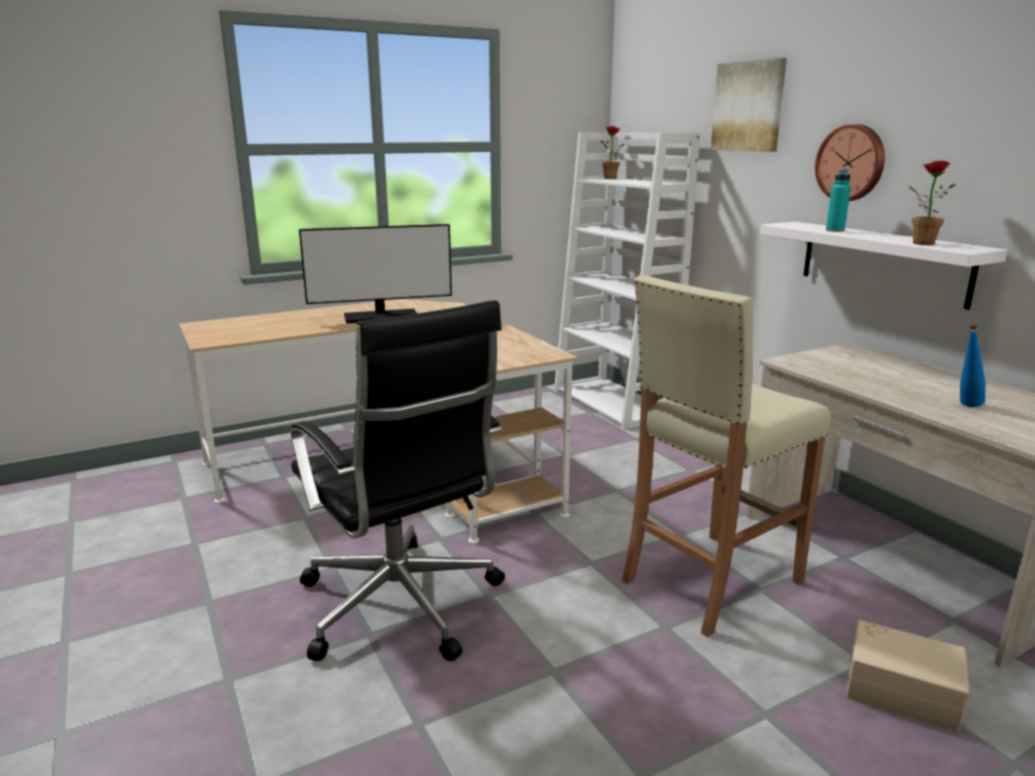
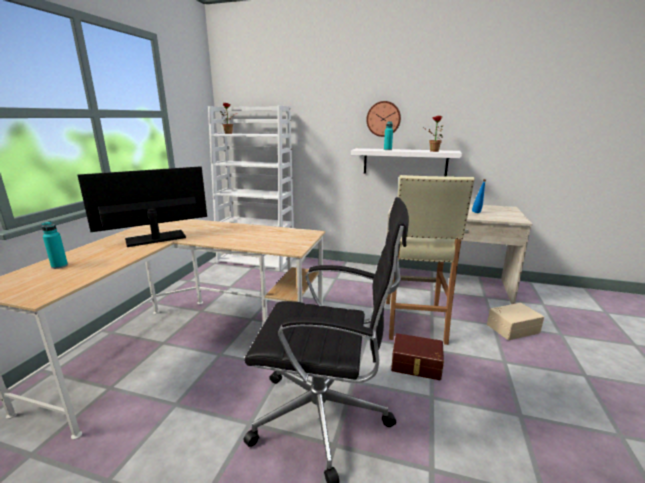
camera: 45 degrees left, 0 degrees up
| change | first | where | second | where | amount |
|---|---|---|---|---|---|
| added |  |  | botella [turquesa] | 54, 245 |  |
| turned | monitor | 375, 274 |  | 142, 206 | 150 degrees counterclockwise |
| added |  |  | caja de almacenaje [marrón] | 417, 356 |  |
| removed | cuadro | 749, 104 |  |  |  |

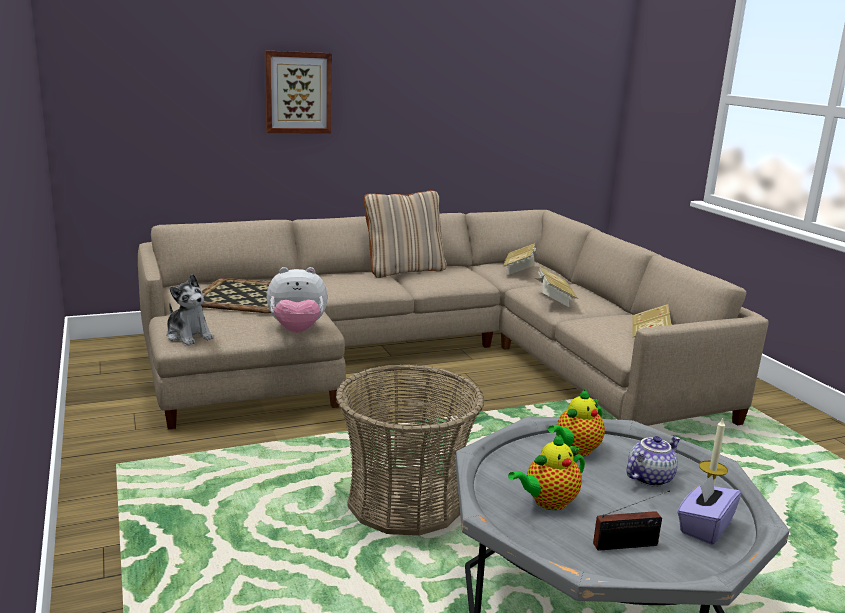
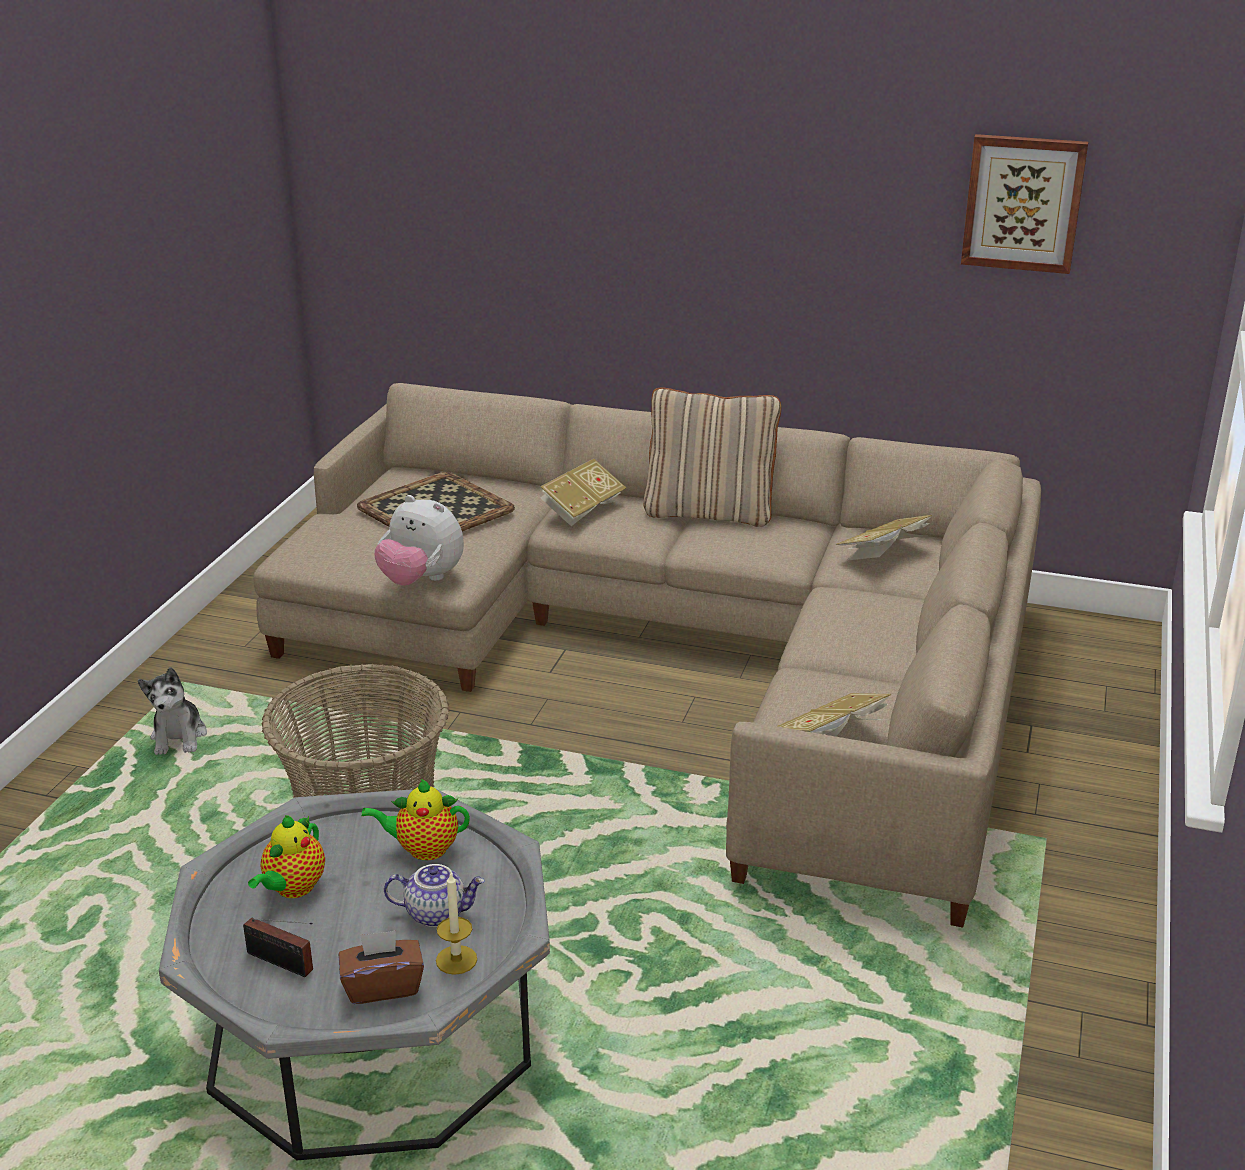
camera: 40 degrees right, 10 degrees up
| change | first | where | second | where | amount |
|---|---|---|---|---|---|
| moved | peluche | 190, 310 |  | 172, 711 |  |
| turned | tetera | 546, 472 |  | 286, 856 | 75 degrees counterclockwise |
| recoloured | caja de pañuelos [morado] | 709, 510 | caja de pañuelos [marrón] | 381, 967 |  |
| moved | libro | 556, 286 |  | 583, 492 |  |
| moved | cuadro | 298, 91 |  | 1024, 204 |  |

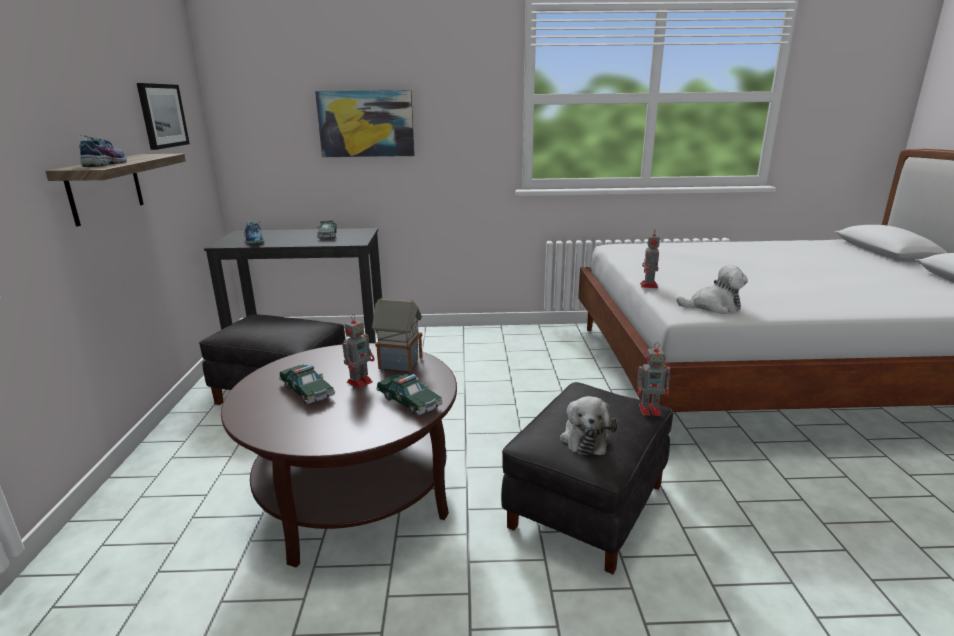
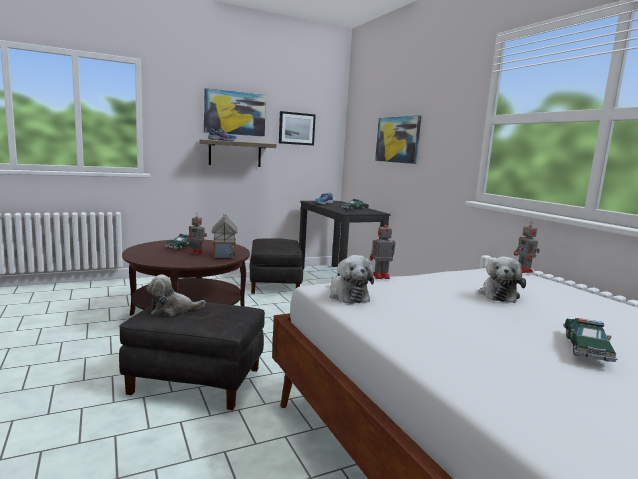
camera: 65 degrees right, 10 degrees down
| change | first | where | second | where | amount |
|---|---|---|---|---|---|
| added |  |  | cuadro | 235, 112 |  |
| added |  |  | peluche | 502, 279 |  |
| moved | robot de juguete | 653, 379 |  | 527, 247 |  |
| moved | coche de juguete | 409, 394 |  | 590, 340 |  |

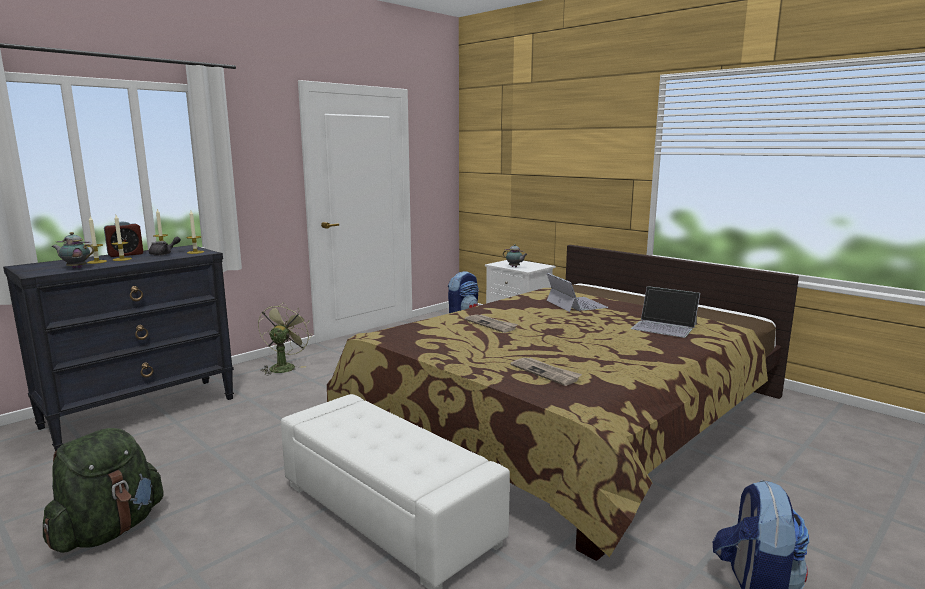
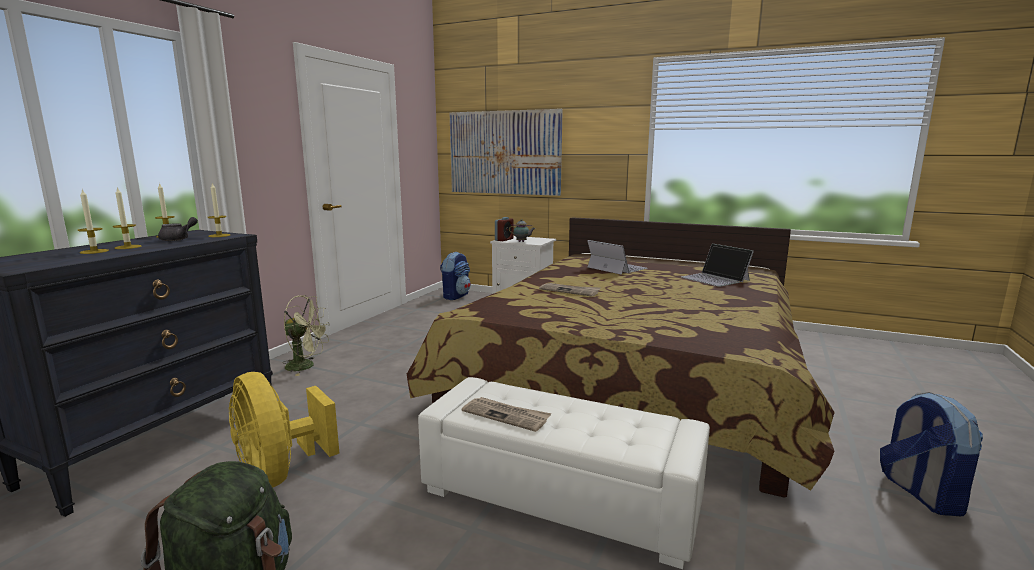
camera: 20 degrees left, 0 degrees up
| change | first | where | second | where | amount |
|---|---|---|---|---|---|
| added |  |  | ventilador [amarillo] | 284, 430 |  |
| turned | ventilador [verde] | 285, 338 |  | 306, 335 | 105 degrees clockwise |
| added |  |  | cuadro | 506, 152 |  |
| moved | periódico | 546, 372 |  | 506, 414 |  |
| moved | despertador | 123, 239 |  | 504, 229 |  |
| turned | portátil | 665, 312 |  | 717, 265 | 45 degrees clockwise |
| removed | tetera | 73, 250 |  |  |  |

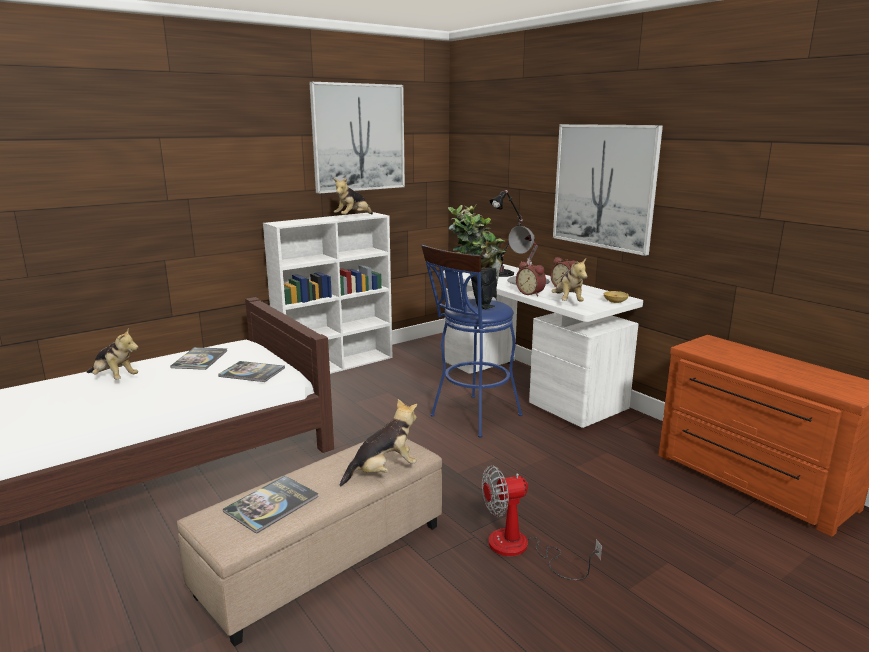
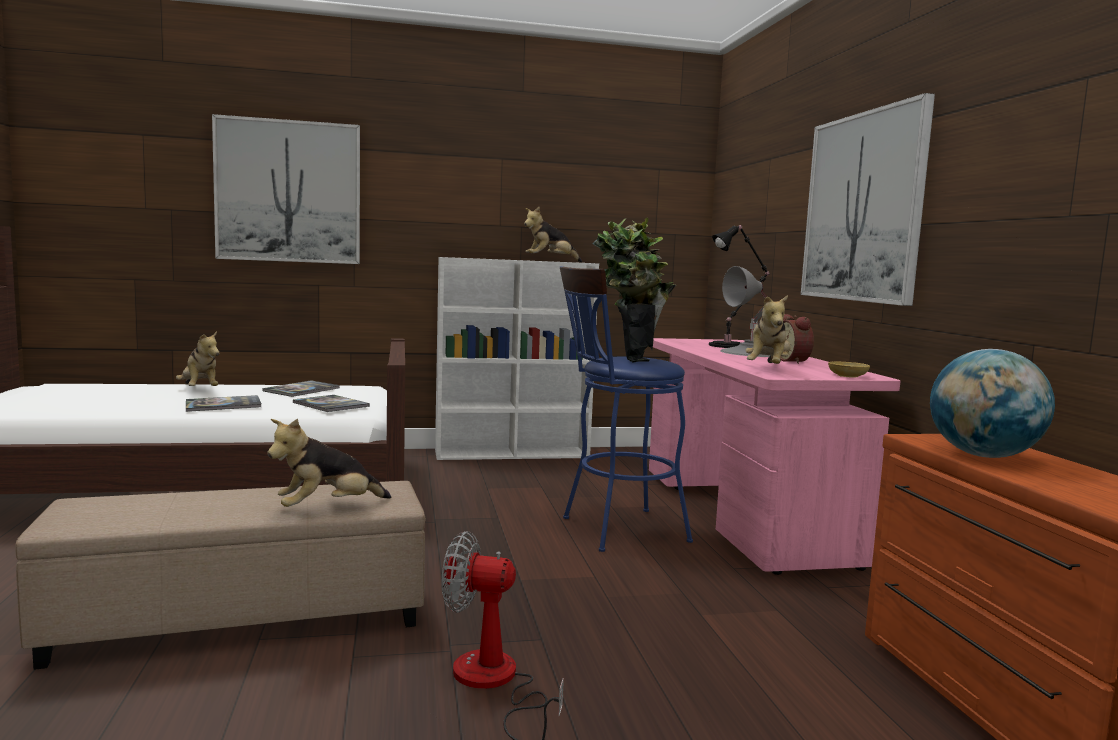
camera: 25 degrees right, 10 degrees down
| change | first | where | second | where | amount |
|---|---|---|---|---|---|
| moved | libro | 271, 504 |  | 223, 403 |  |
| moved | cuadro | 357, 138 |  | 286, 189 |  |
| turned | peluche | 378, 442 |  | 329, 463 | 150 degrees clockwise |
| recoloured | escritorio [blanco] | 543, 346 | escritorio [rosa] | 774, 456 |  |
| added |  |  | globo terráqueo | 992, 403 |  |
| removed | despertador | 531, 279 |  |  |  |

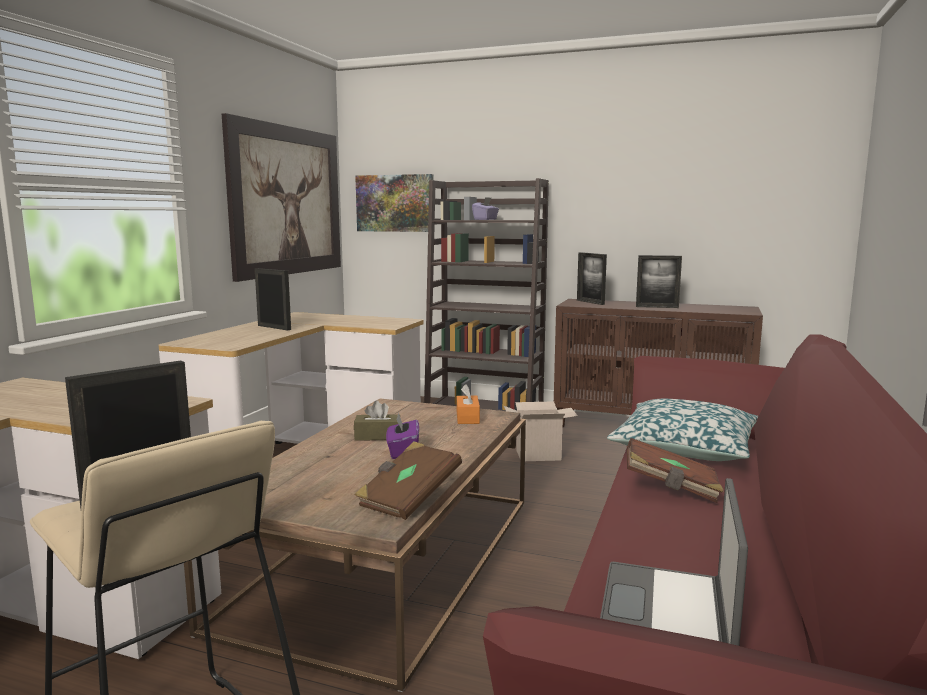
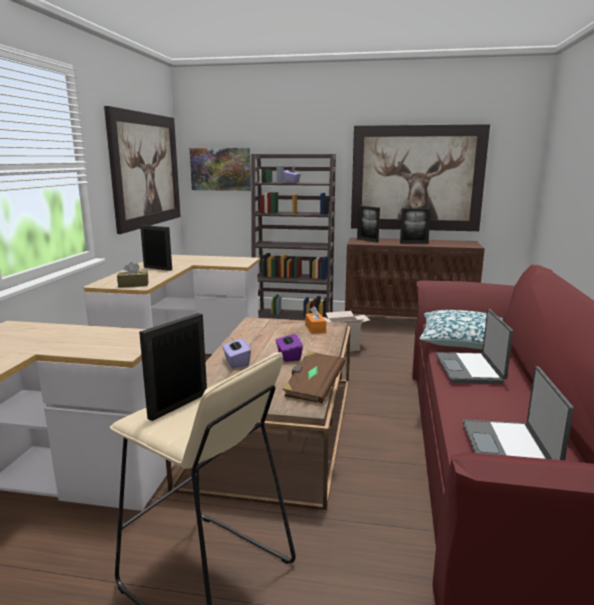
camera: 10 degrees left, 5 degrees up
| change | first | where | second | where | amount |
|---|---|---|---|---|---|
| moved | caja de pañuelos [marrón] | 377, 420 |  | 133, 275 |  |
| added |  |  | caja de pañuelos [morado] | 236, 353 |  |
| added |  |  | cuadro | 420, 177 |  |
| replaced | libro [marrón] | 675, 470 | portátil | 474, 346 |  |

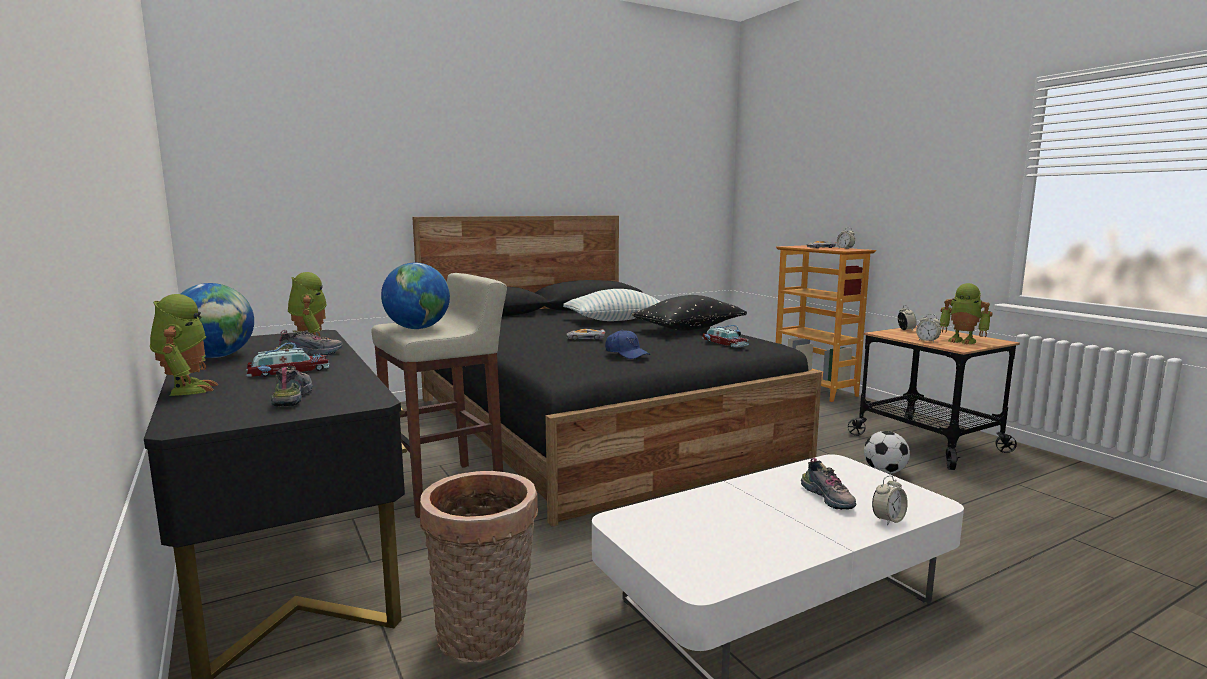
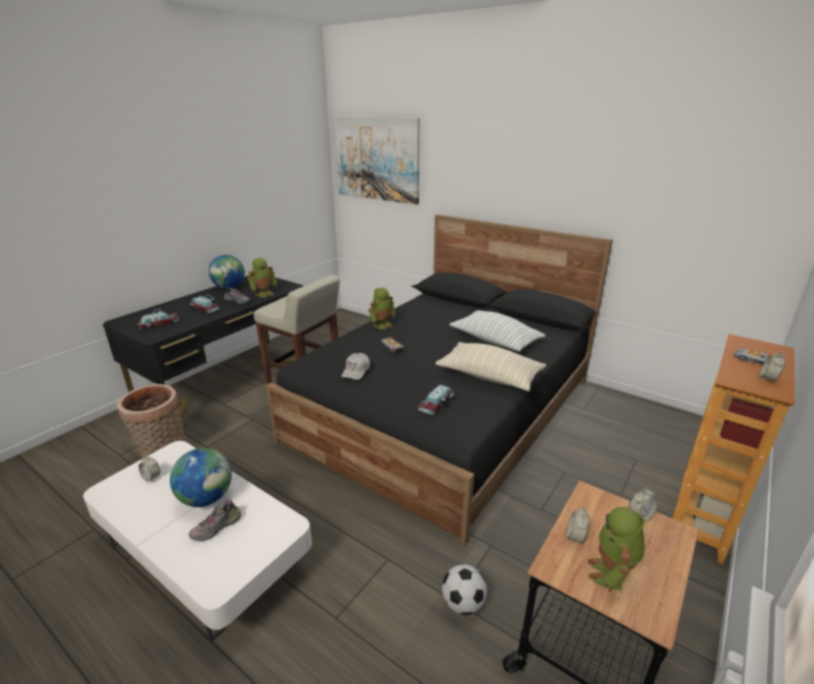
camera: 65 degrees right, 15 degrees up
| change | first | where | second | where | amount |
|---|---|---|---|---|---|
| replaced | zapato | 292, 386 | coche de juguete | 159, 319 |  |
| moved | despertador | 890, 500 |  | 149, 468 |  |
| moved | globo terráqueo | 415, 296 |  | 201, 477 |  |
| added |  |  | cuadro | 377, 160 |  |
| recoloured | gorra [azul] | 627, 344 | gorra [blanco] | 355, 366 |  |
| moved | robot de juguete | 184, 345 |  | 382, 308 |  |
| recoloured | cojín [negro] | 689, 313 | cojín [beis] | 490, 366 |  |

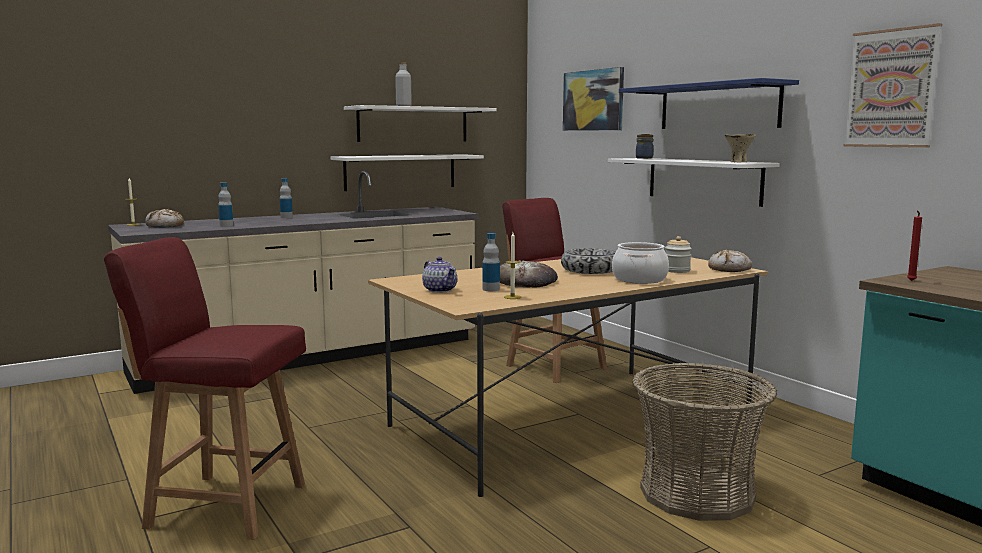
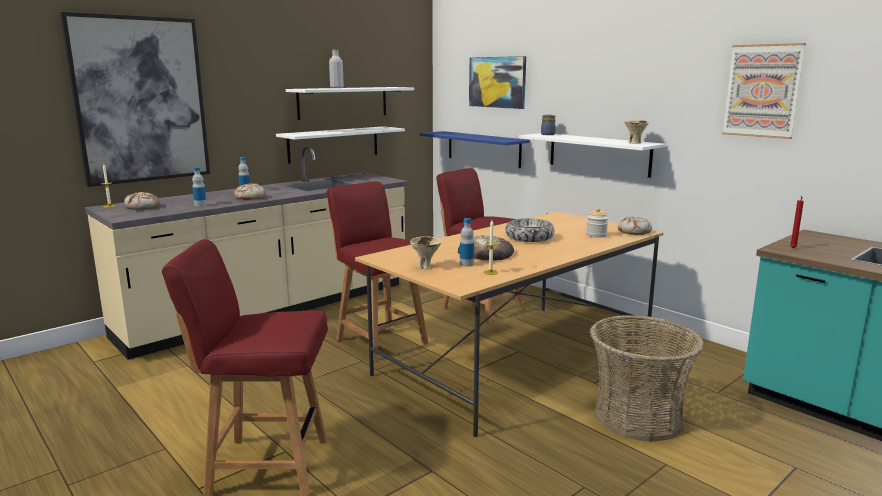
camera: 10 degrees left, 5 degrees up
| change | first | where | second | where | amount |
|---|---|---|---|---|---|
| added |  |  | cuadro | 135, 99 |  |
| added |  |  | pan | 249, 192 |  |
| added |  |  | silla [rojo] | 377, 272 |  |
| replaced | tetera | 439, 275 | cuenco [beis] | 425, 253 |  |
| moved | estante [azul] | 709, 103 |  | 474, 149 |  |
| removed | olla | 640, 263 |  |  |  |

